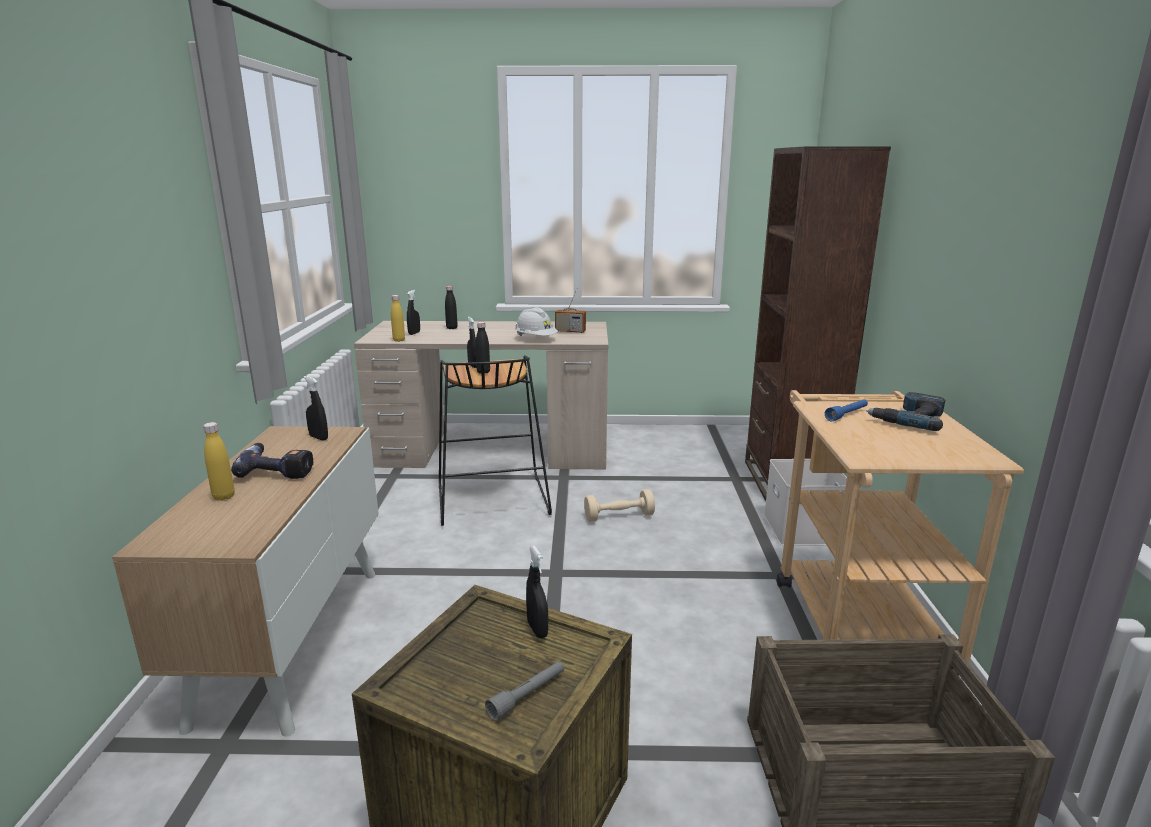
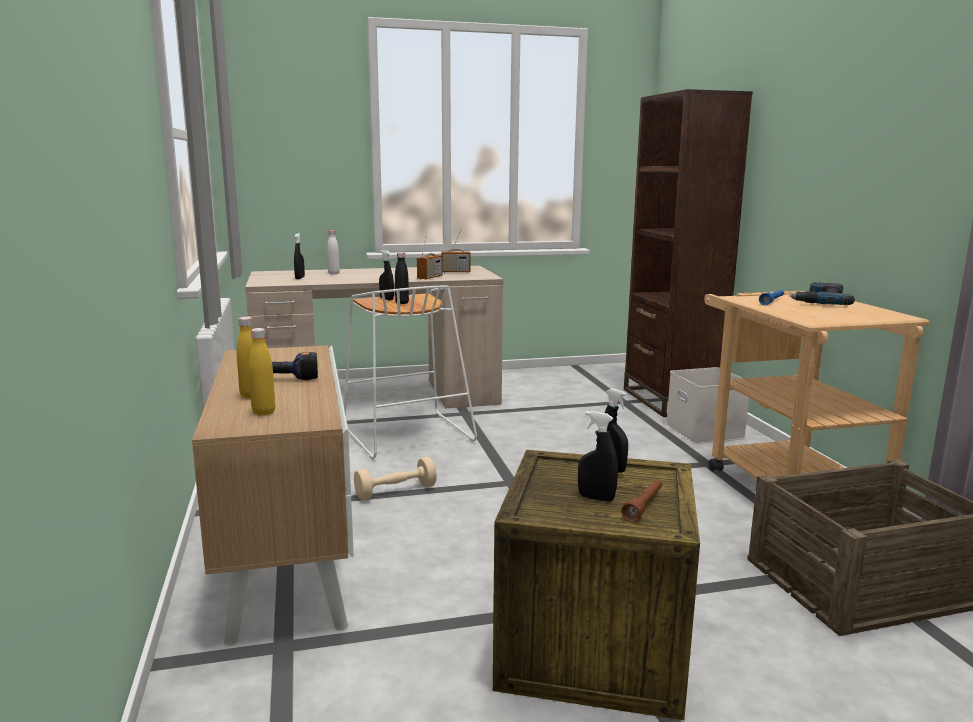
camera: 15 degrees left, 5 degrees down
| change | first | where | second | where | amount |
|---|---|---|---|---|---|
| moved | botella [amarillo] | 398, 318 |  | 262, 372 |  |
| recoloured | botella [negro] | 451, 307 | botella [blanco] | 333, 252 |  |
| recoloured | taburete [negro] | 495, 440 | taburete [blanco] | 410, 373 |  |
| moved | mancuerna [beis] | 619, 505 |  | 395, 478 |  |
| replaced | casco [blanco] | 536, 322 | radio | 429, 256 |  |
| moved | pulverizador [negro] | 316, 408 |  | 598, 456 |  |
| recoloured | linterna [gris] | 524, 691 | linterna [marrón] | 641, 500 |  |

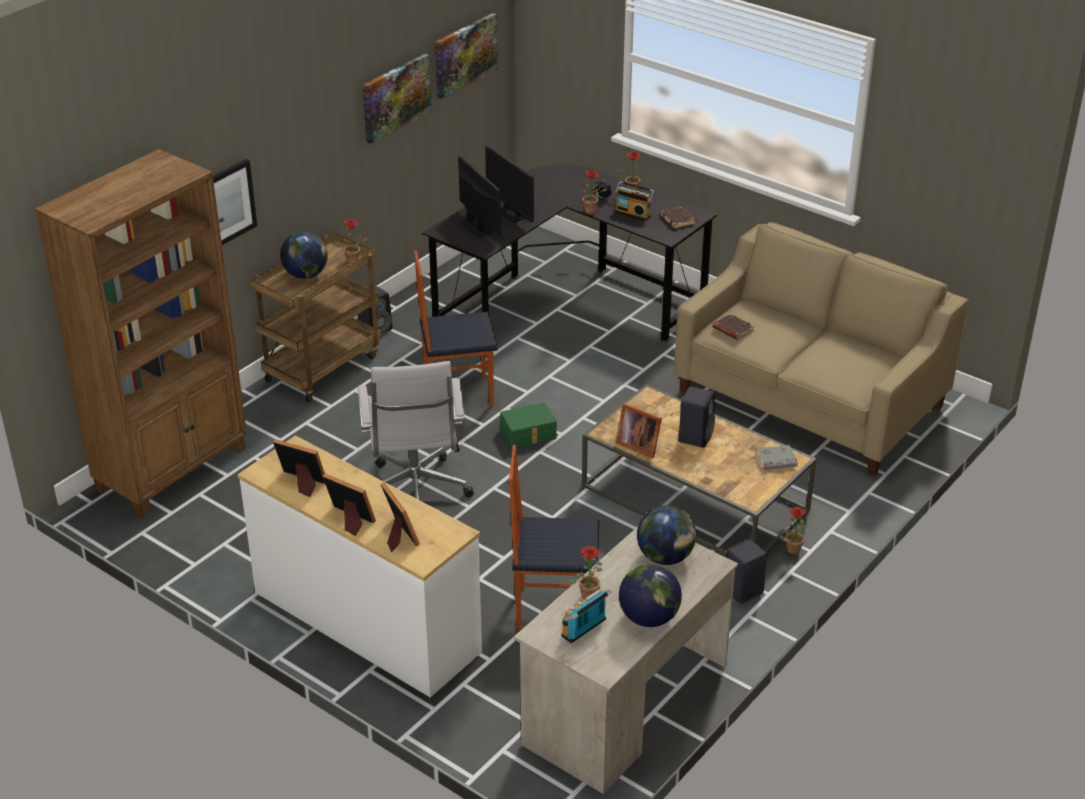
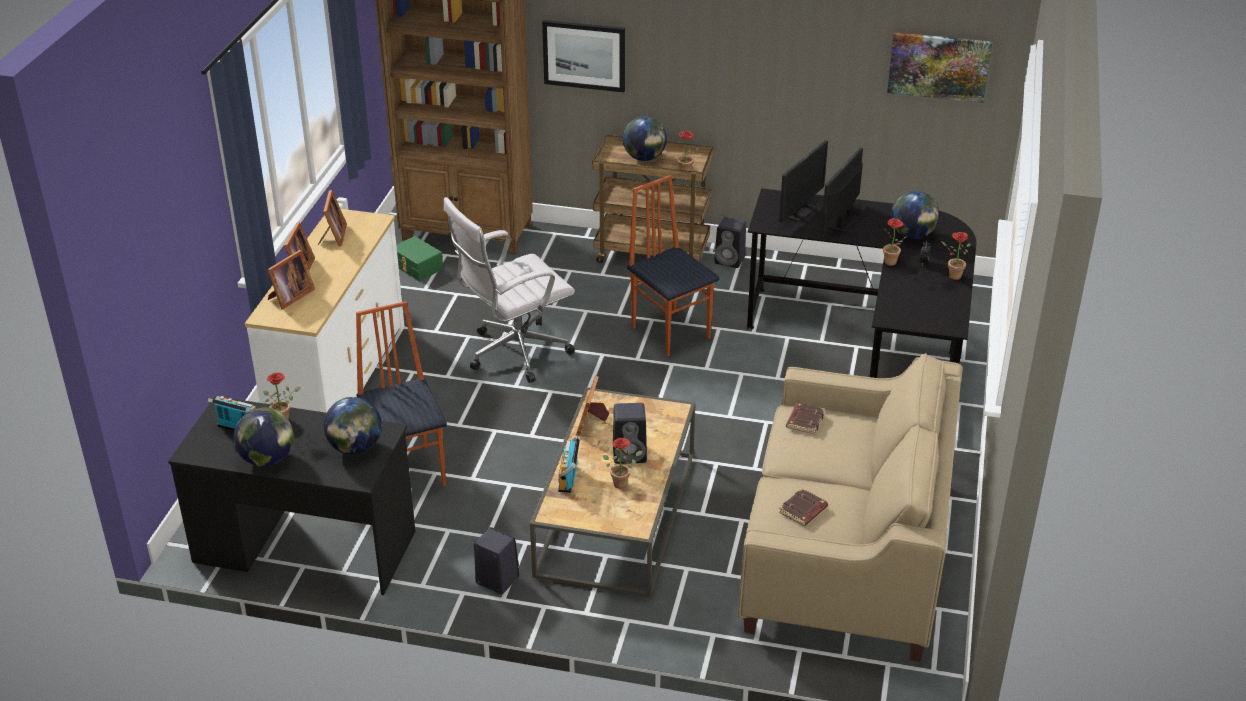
camera: 65 degrees right, 0 degrees up
| change | first | where | second | where | amount |
|---|---|---|---|---|---|
| recoloured | escritorio [beis] | 626, 660 | escritorio [negro] | 291, 495 |  |
| moved | caja de almacenaje [verde] | 528, 425 |  | 419, 258 |  |
| moved | radio | 635, 201 |  | 569, 464 |  |
| moved | planta en maceta | 793, 531 |  | 623, 463 |  |
| moved | libro [marrón] | 678, 217 |  | 803, 507 |  |
| added |  |  | globo terráqueo | 915, 215 |  |
| removed | cuadro | 397, 98 |  |  |  |
| removed | libro [gris] | 777, 457 |  |  |  |

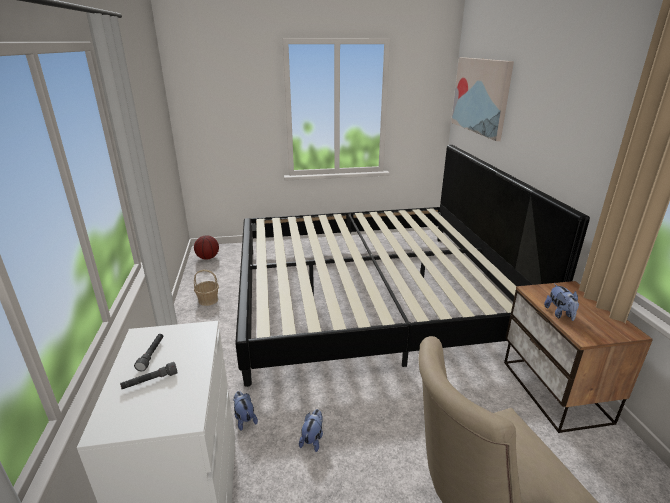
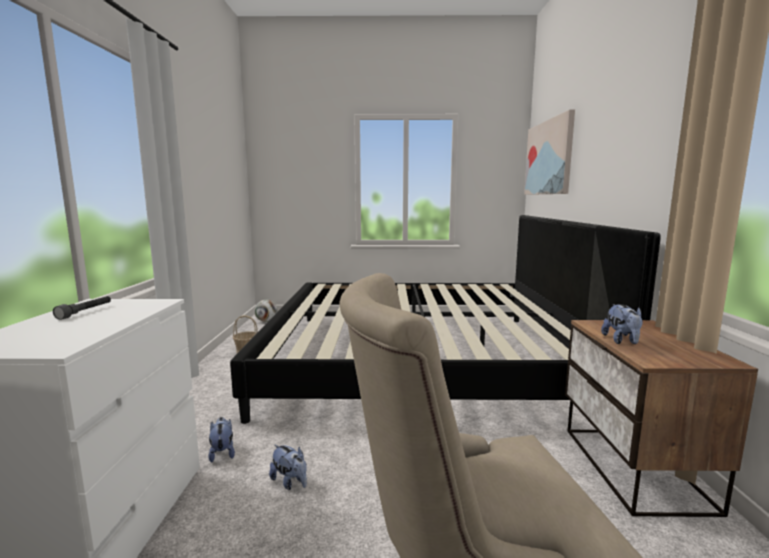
camera: 10 degrees right, 15 degrees down
| change | first | where | second | where | amount |
|---|---|---|---|---|---|
| replaced | balón de baloncesto | 206, 247 | balón de fútbol | 265, 311 |  |
| turned | peluche | 311, 430 |  | 288, 467 | 105 degrees clockwise |
| removed | linterna [gris] | 149, 375 |  |  |  |

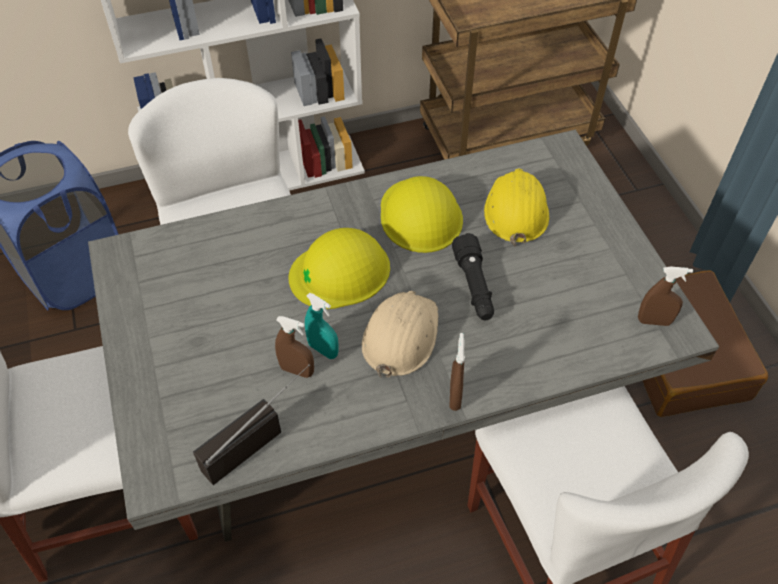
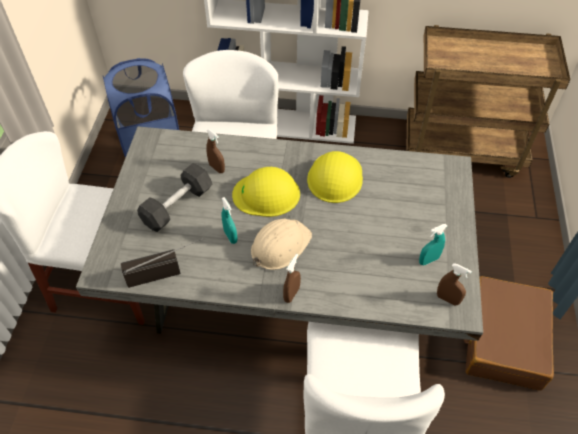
camera: 25 degrees right, 0 degrees up
| change | first | where | second | where | amount |
|---|---|---|---|---|---|
| added |  |  | mancuerna [gris] | 175, 197 |  |
| moved | pulverizador [marrón] | 294, 347 |  | 215, 151 |  |
| added |  |  | pulverizador [turquesa] | 433, 244 |  |
| removed | linterna [negro] | 473, 276 |  |  |  |
| removed | casco [amarillo] | 516, 208 |  |  |  |

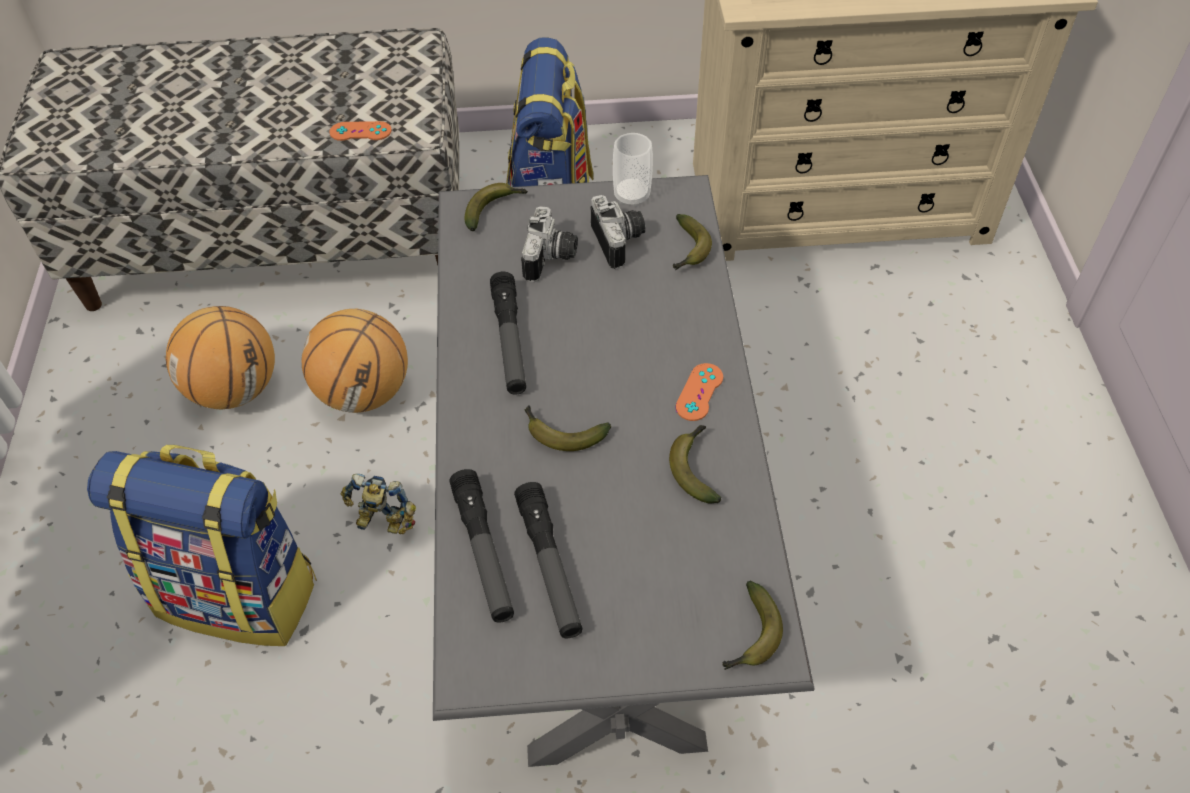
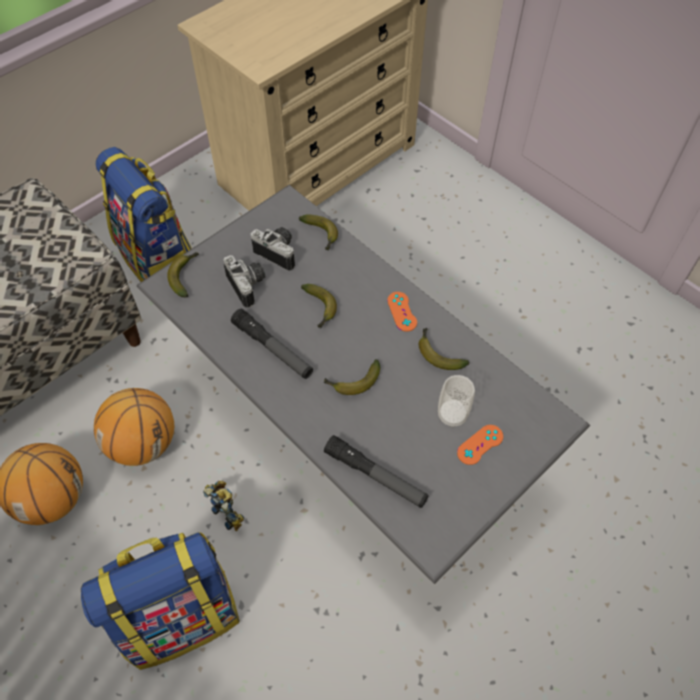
camera: 40 degrees left, 5 degrees up
| change | first | where | second | where | amount |
|---|---|---|---|---|---|
| turned | robot de juguete | 378, 504 |  | 224, 506 | 105 degrees counterclockwise |
| moved | plátano | 752, 625 |  | 319, 306 |  |
| moved | taza | 633, 170 |  | 456, 401 |  |
| moved | mando de consola [naranja] | 361, 131 |  | 480, 445 |  |
| removed | linterna | 548, 560 |  |  |  |

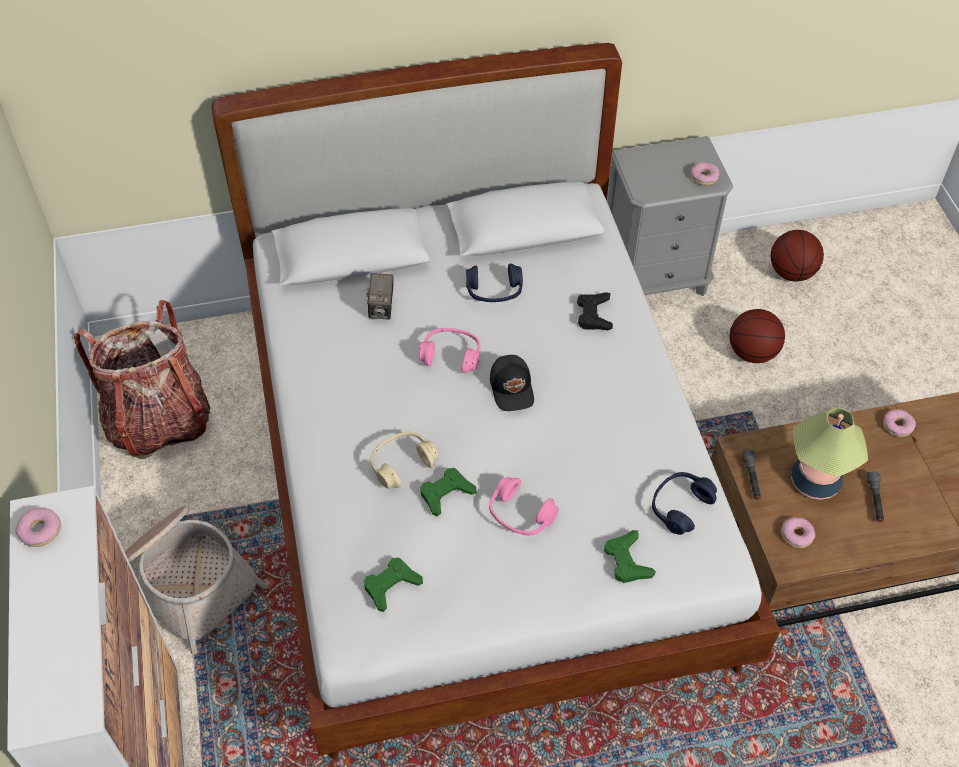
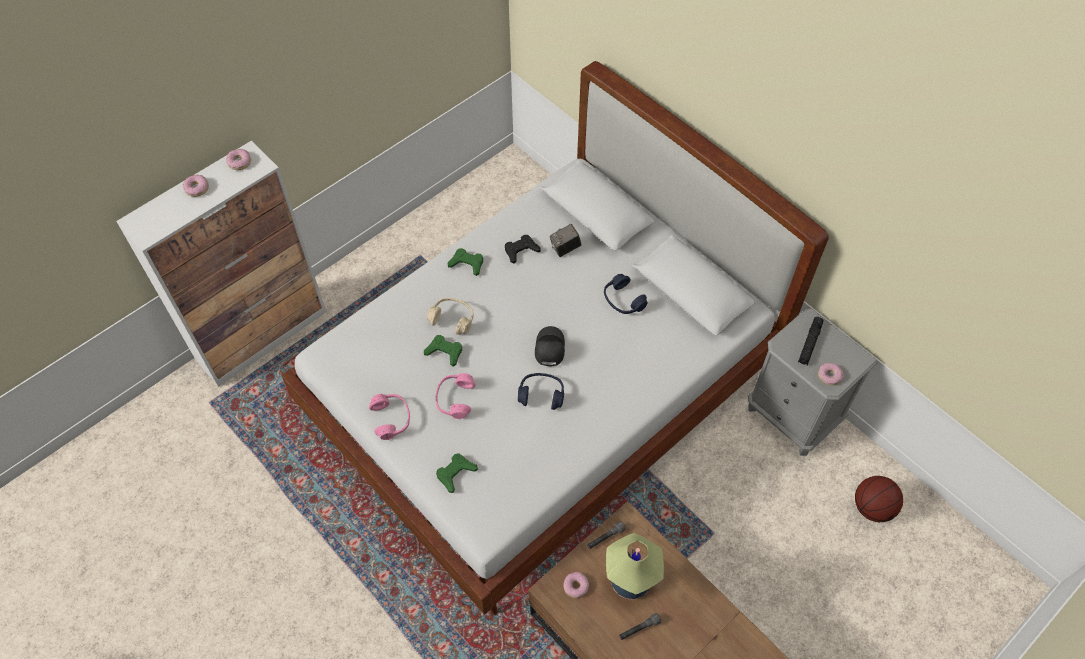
camera: 60 degrees right, 5 degrees up
| change | first | where | second | where | amount |
|---|---|---|---|---|---|
| moved | rosquilla | 899, 423 |  | 196, 186 |  |
| moved | auriculares [rosa] | 449, 350 |  | 389, 417 |  |
| moved | mando de consola [verde] | 393, 585 |  | 465, 262 |  |
| moved | mando de consola [negro] | 595, 311 |  | 522, 249 |  |
| moved | auriculares [azul] | 684, 503 |  | 541, 391 |  |
| turned | gorra [negro] | 512, 383 |  | 550, 346 | 135 degrees clockwise |
| added |  |  | linterna [negro] | 811, 341 |  |
| removed | mochila | 142, 379 |  |  |  |
| removed | cesta | 195, 579 |  |  |  |
| removed | balón de baloncesto | 757, 336 |  |  |  |

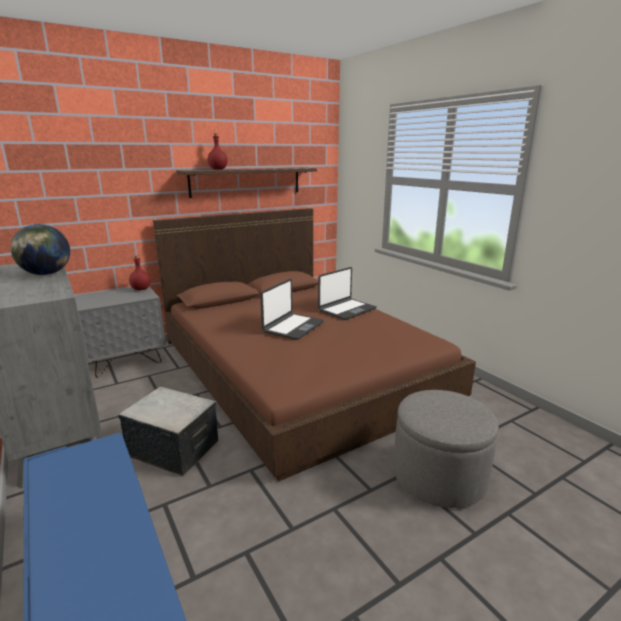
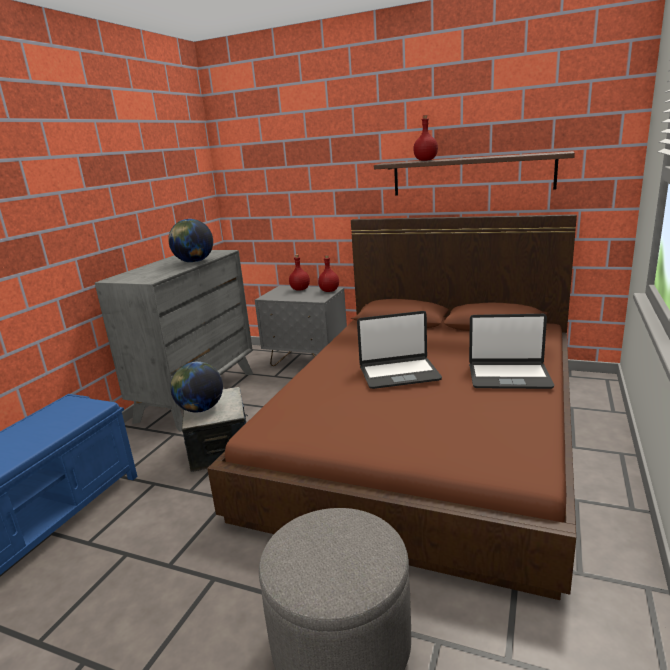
camera: 55 degrees right, 0 degrees up
| change | first | where | second | where | amount |
|---|---|---|---|---|---|
| added |  |  | globo terráqueo | 196, 387 |  |
| added |  |  | botella [rojo] | 299, 272 |  |

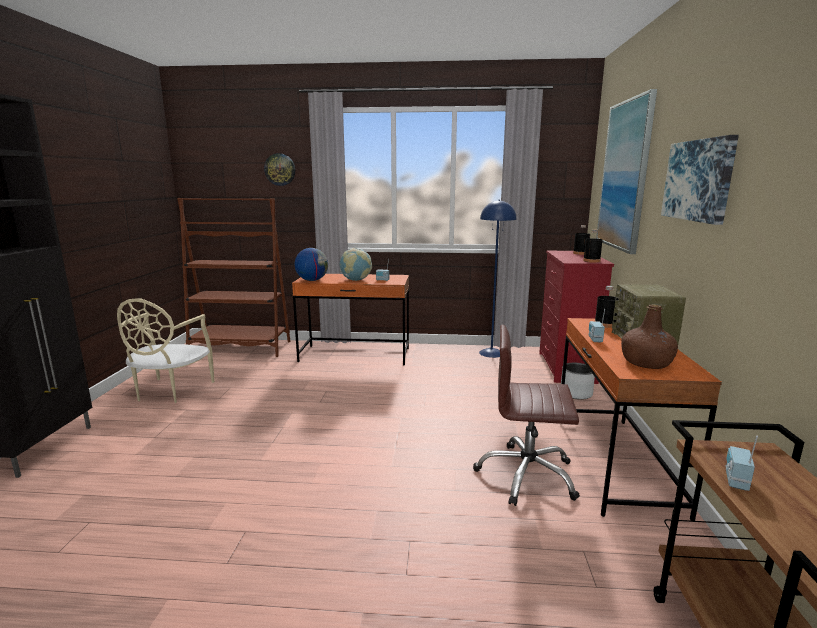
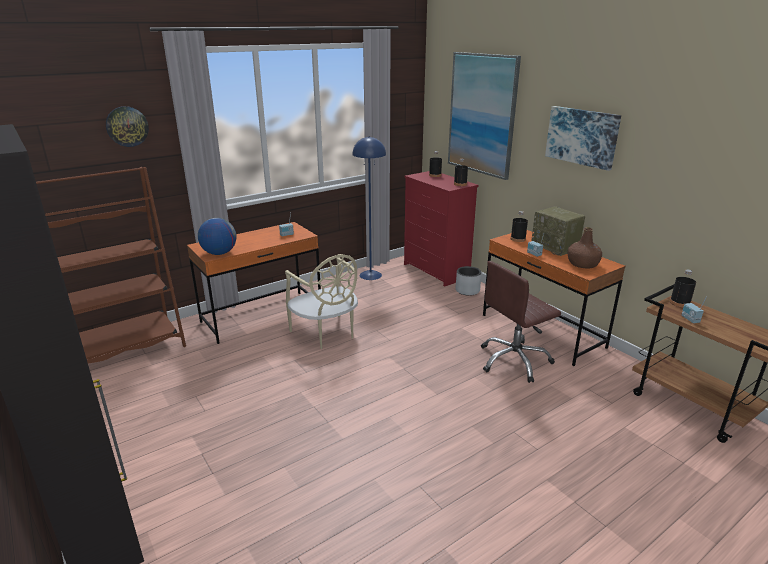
camera: 40 degrees left, 10 degrees up
| change | first | where | second | where | amount |
|---|---|---|---|---|---|
| moved | silla [beis] | 166, 351 |  | 321, 301 |  |
| added |  |  | botella [negro] | 683, 288 |  |
| removed | globo terráqueo | 356, 264 |  |  |  |

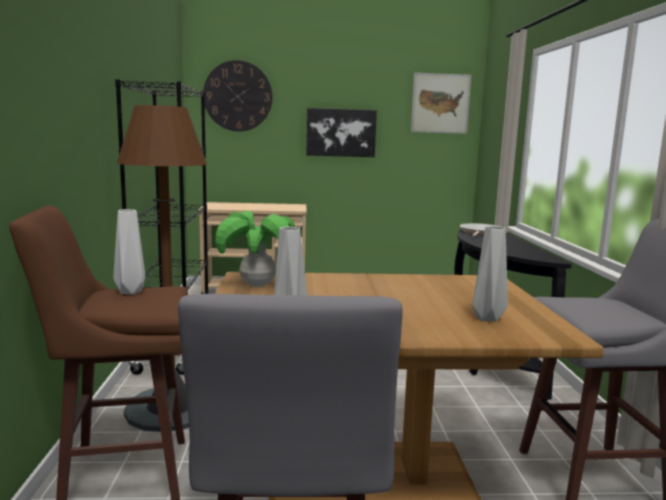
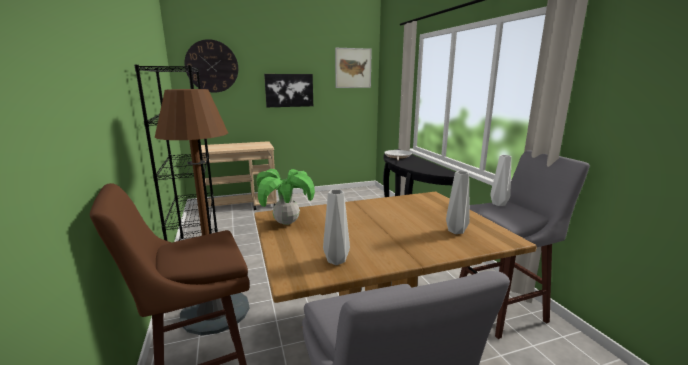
camera: 15 degrees left, 5 degrees up
| change | first | where | second | where | amount |
|---|---|---|---|---|---|
| moved | florero [blanco] | 129, 252 |  | 500, 180 |  |

